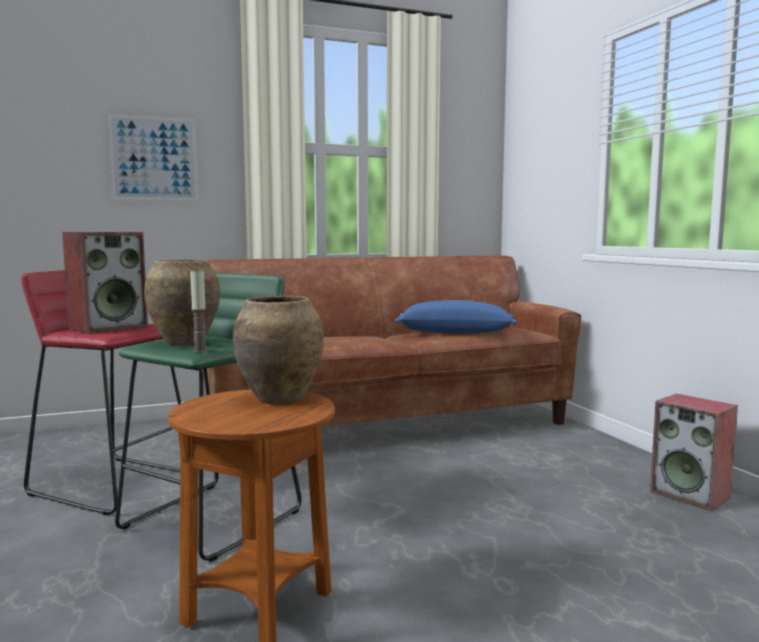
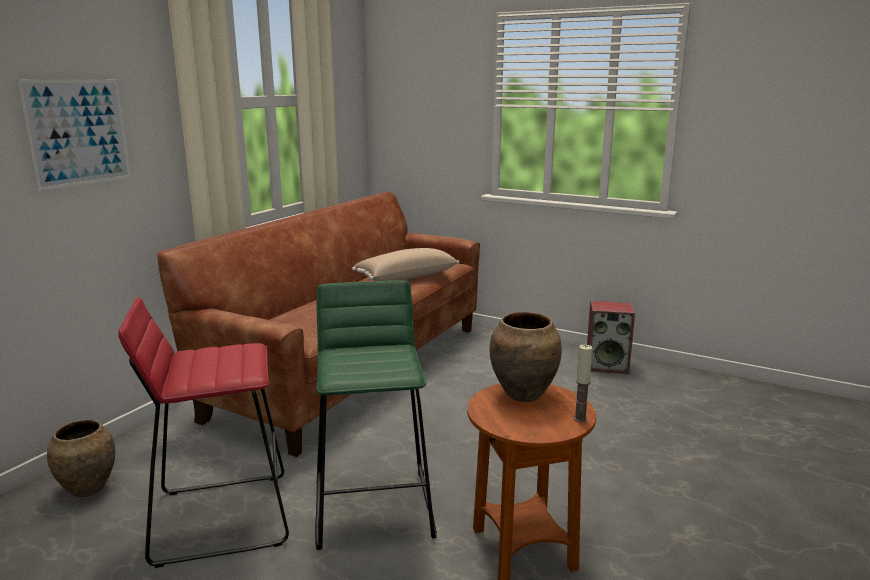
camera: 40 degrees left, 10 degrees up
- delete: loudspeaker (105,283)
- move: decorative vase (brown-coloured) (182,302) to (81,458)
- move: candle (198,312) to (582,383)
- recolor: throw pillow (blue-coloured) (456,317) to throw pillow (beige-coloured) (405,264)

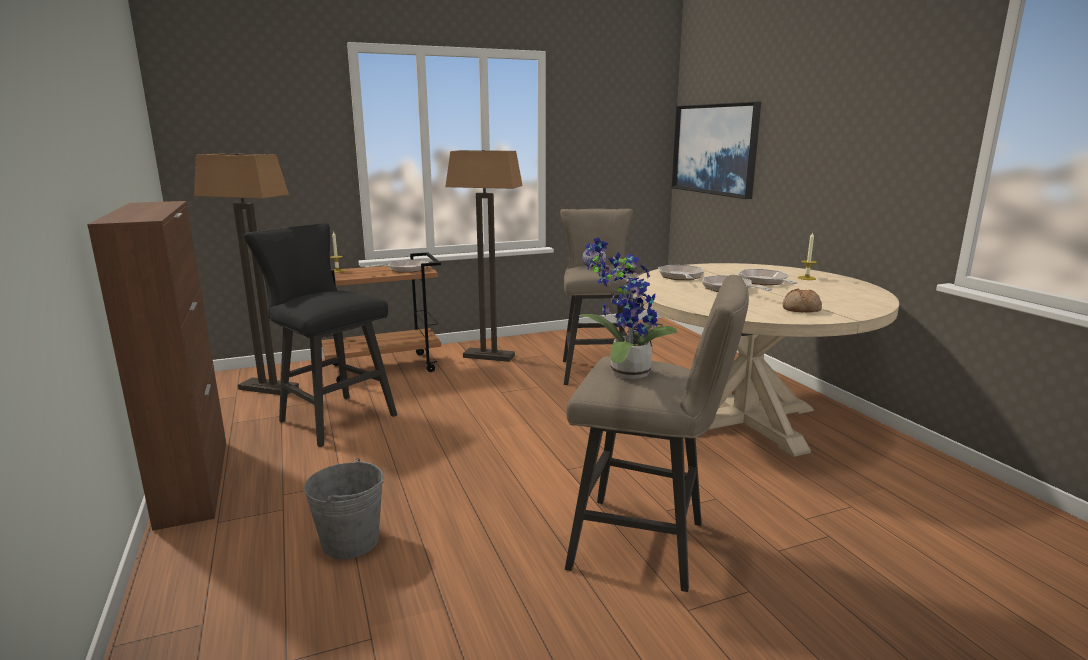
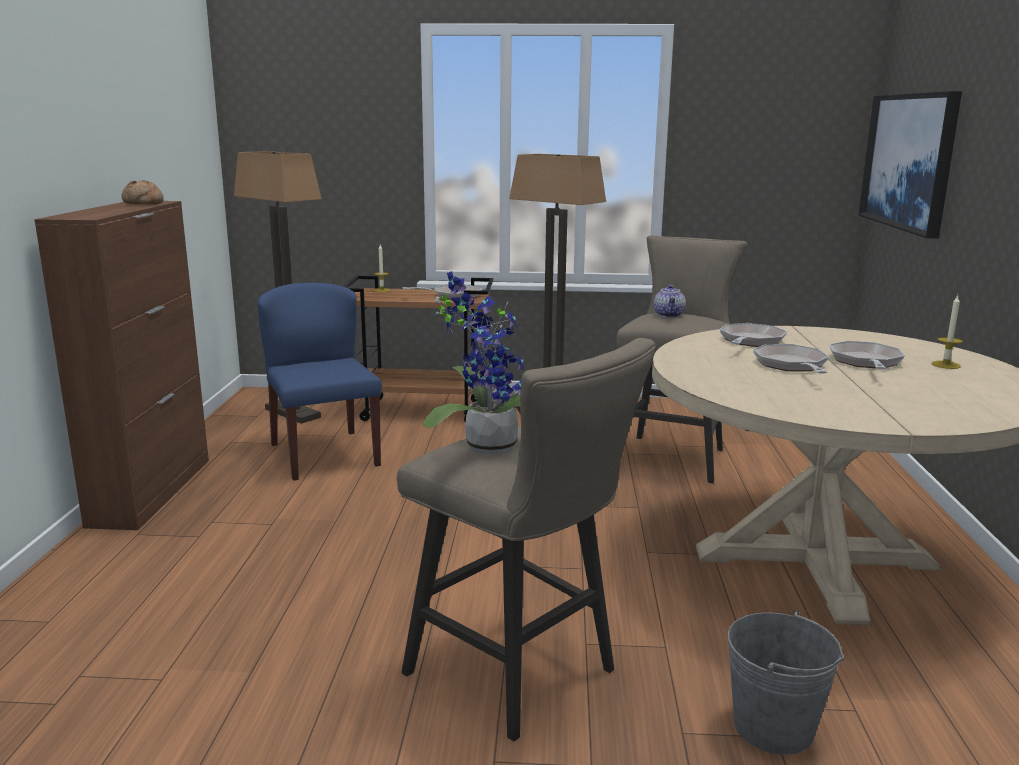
camera: 25 degrees right, 0 degrees up
- move: pail (grey) (344,508) to (786,682)
- move: bakery bread (802,300) to (142,192)
- replace: stool (black) (320,335) to chair (blue-coloured) (320,382)

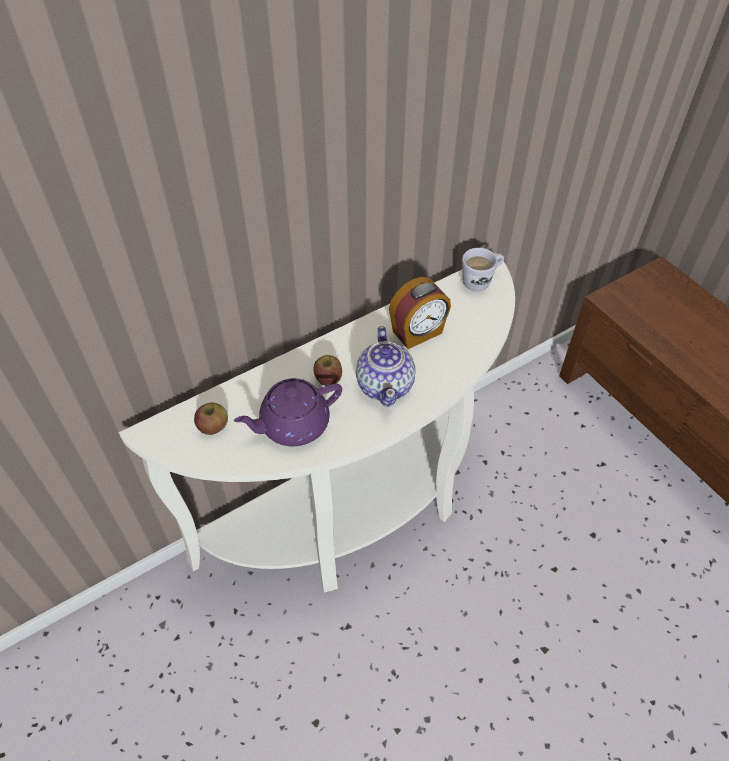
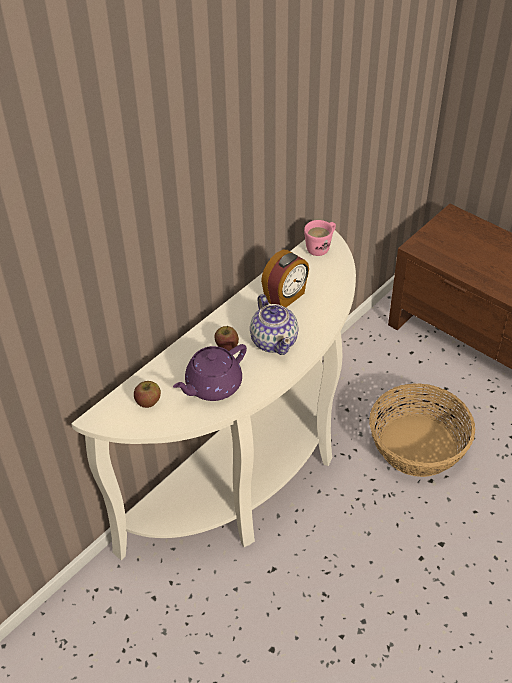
camera: 15 degrees left, 5 degrees down
- insert: basket (422,430)
- recolor: coffee mug (white-coloured) (483,269) to coffee mug (pink-coloured) (320,238)

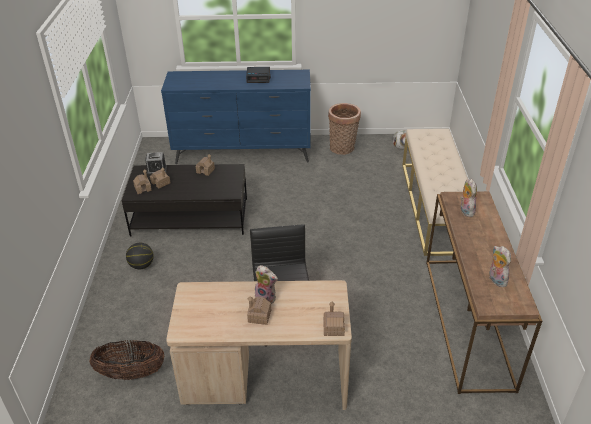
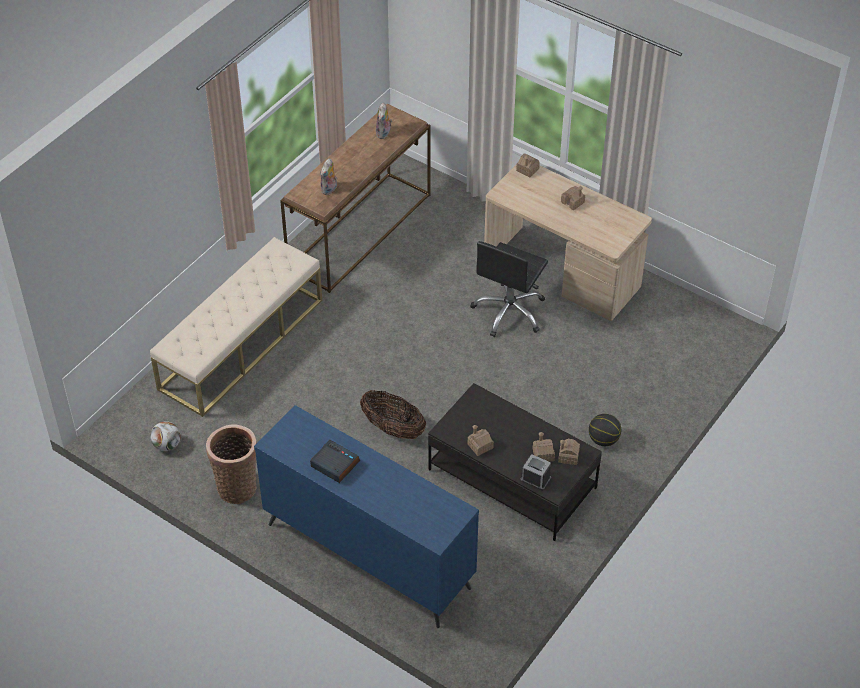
camera: 145 degrees left, 10 degrees up
- delete: soft toy (266,284)
- move: basket (126,360) to (393,414)

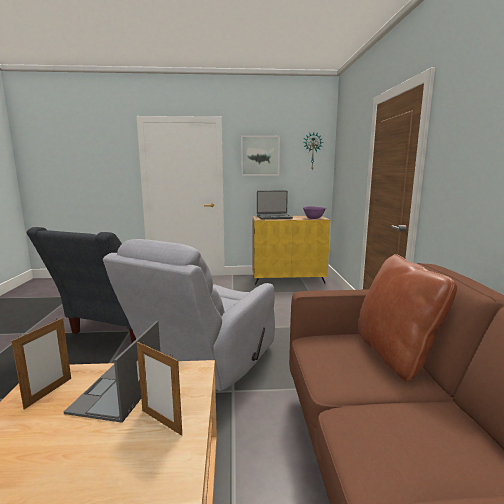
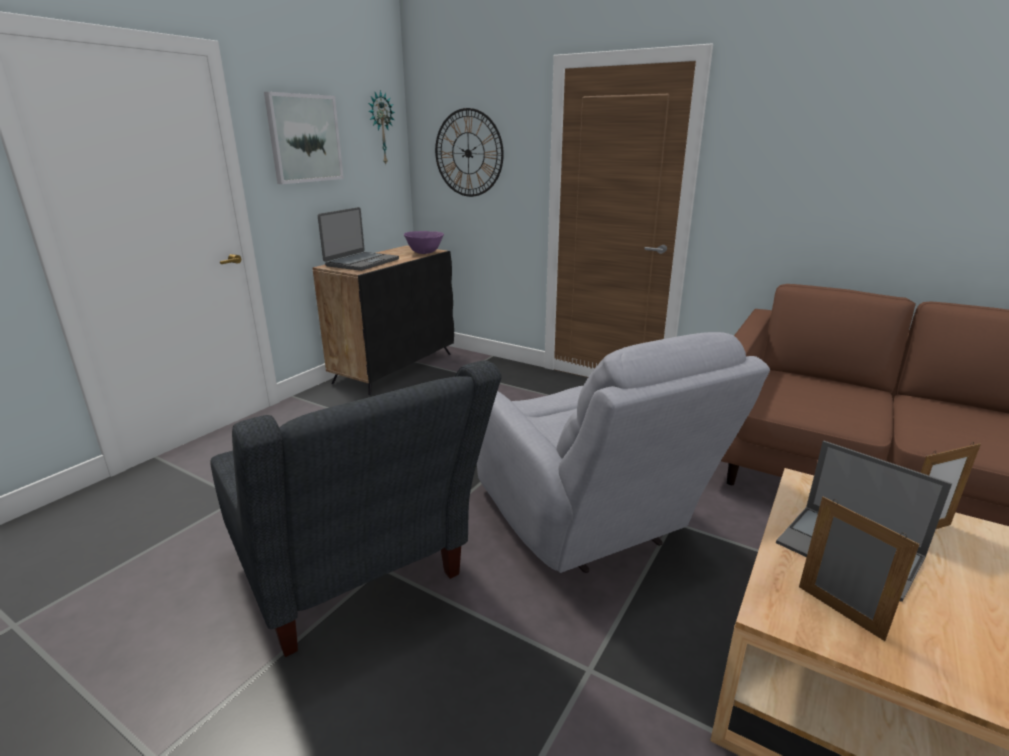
camera: 55 degrees left, 10 degrees up
- delete: throw pillow (brown-coloured) (407,317)
- insert: wall clock (469,152)
- recolor: cabinet (yellowish) (291,250) to cabinet (black) (383,320)

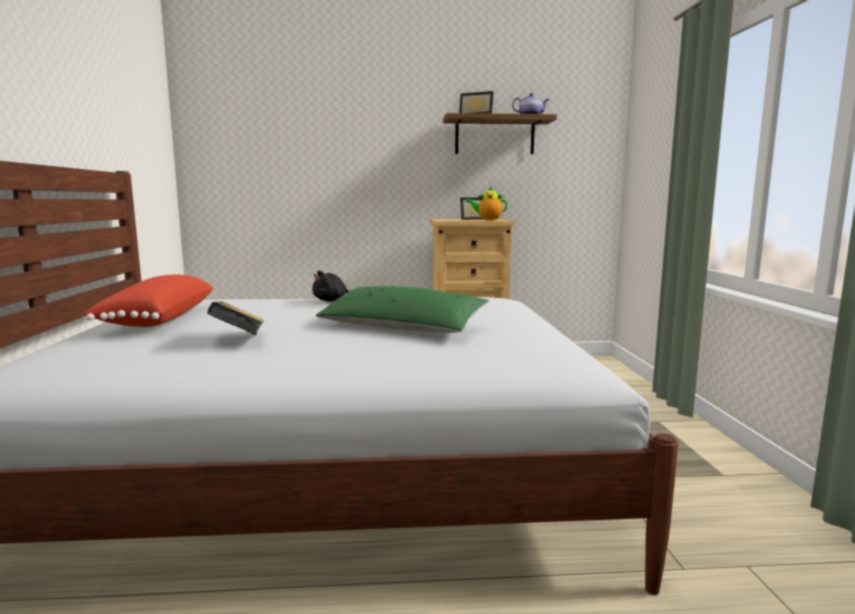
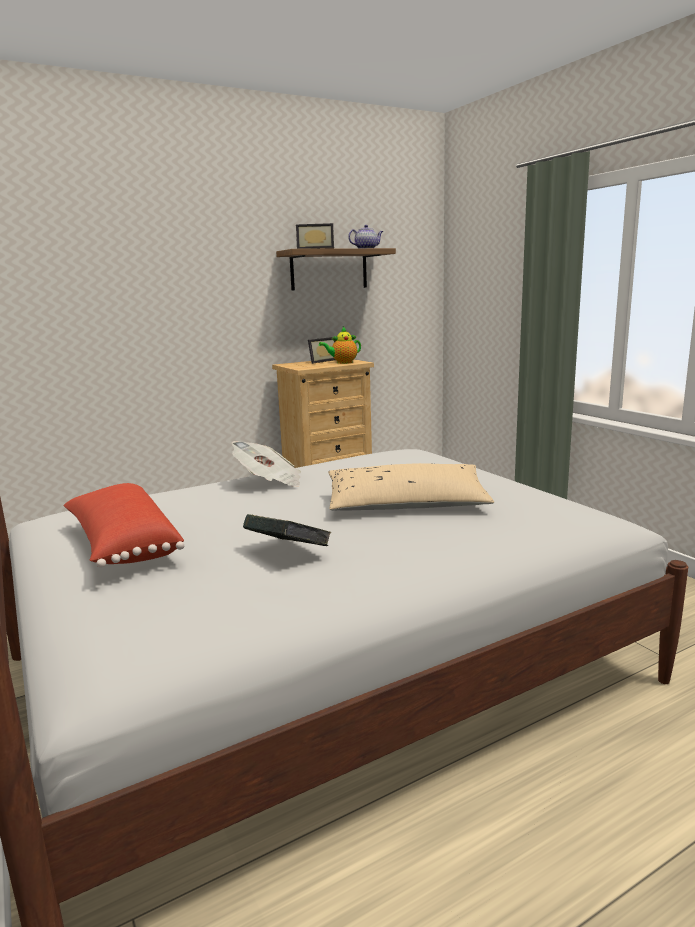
camera: 25 degrees left, 5 degrees up
- replace: soft toy (black) (331,286) to daily paper (266,464)
- recolor: throw pillow (green-coloured) (402,309) to throw pillow (beige-coloured) (411,487)

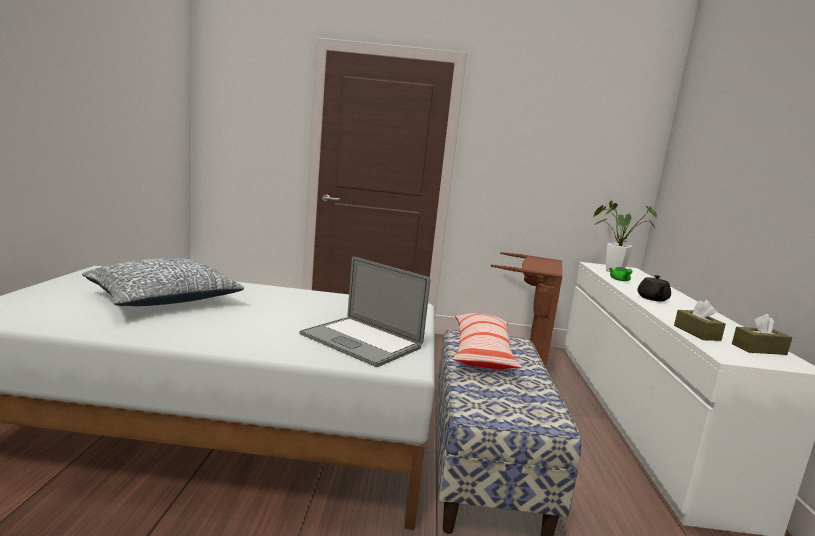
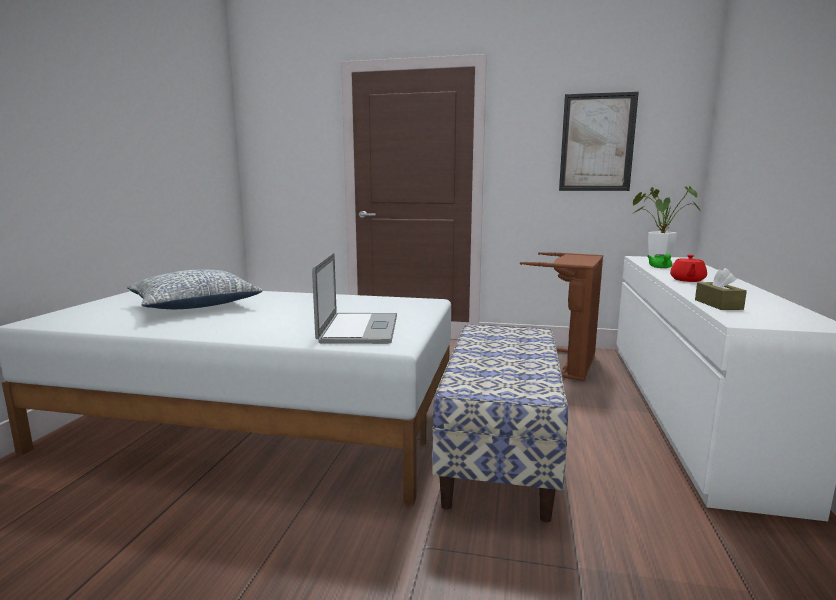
camera: 10 degrees right, 0 degrees up
- delete: throw pillow (487,341)
- delete: tissue box (brown-coloured) (762,334)
- insert: picture (599,141)
- recolor: teapot (black) (654,288) to teapot (red) (688,268)
- rotate: portable computer (364,311) = (354,298) 135 degrees counterclockwise

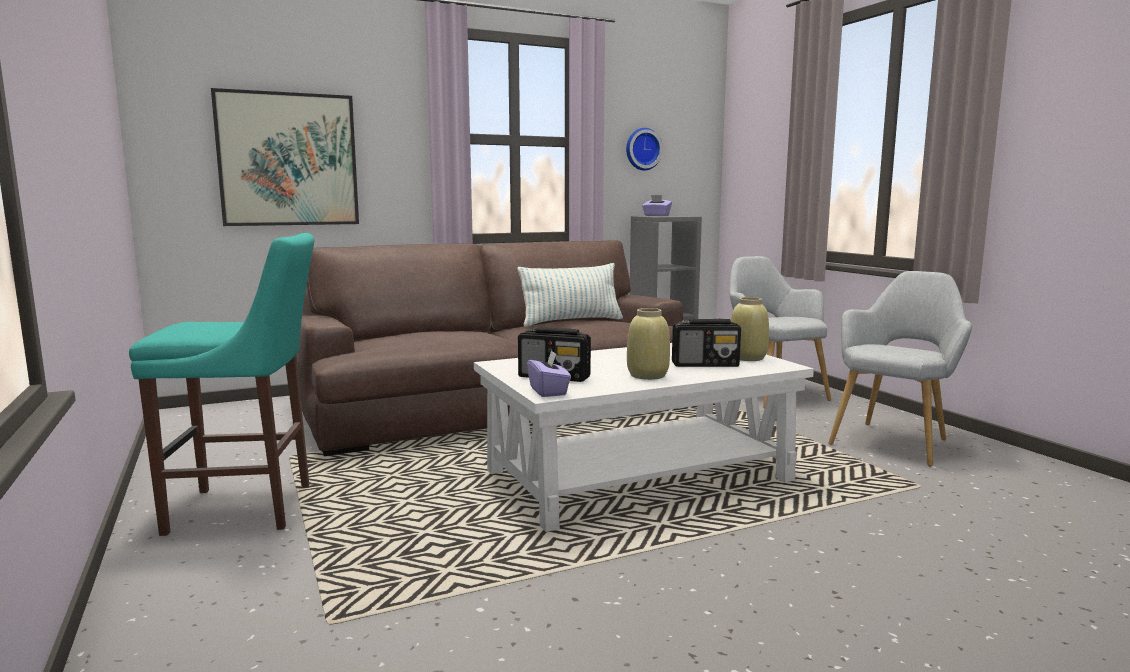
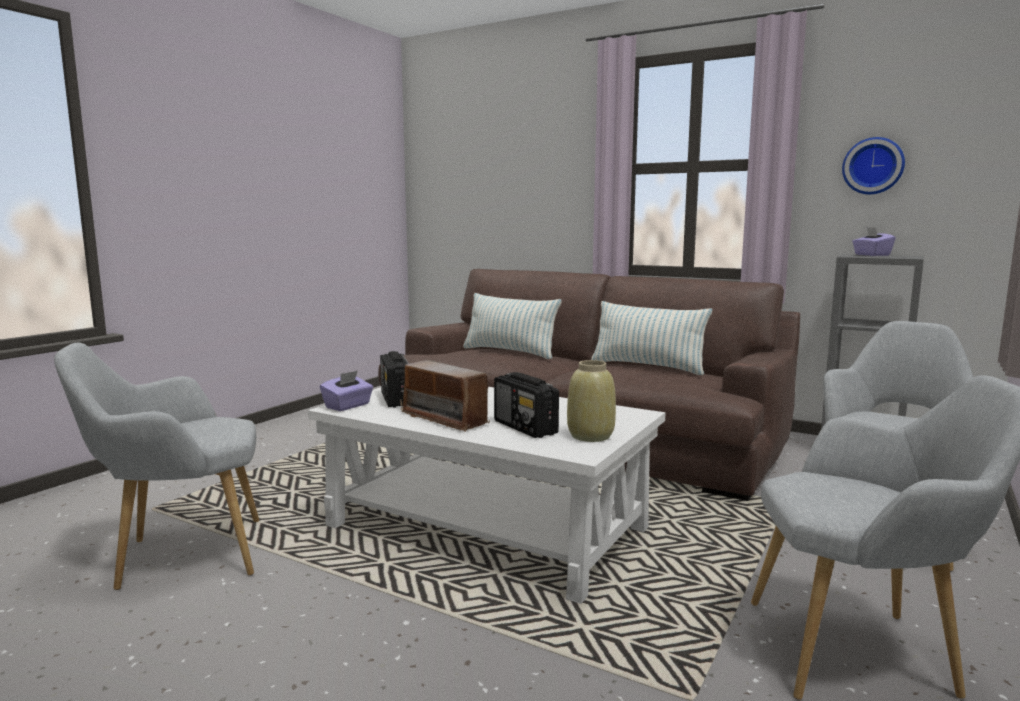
camera: 55 degrees right, 0 degrees up
- delete: stool (turquoise) (221,384)
- delete: picture (285,157)
- insert: easy chair (grey) (156,466)
- insert: throw pillow (512,326)
- replace: decorative vase (beige-coloured) (648,344) to radio (446,396)

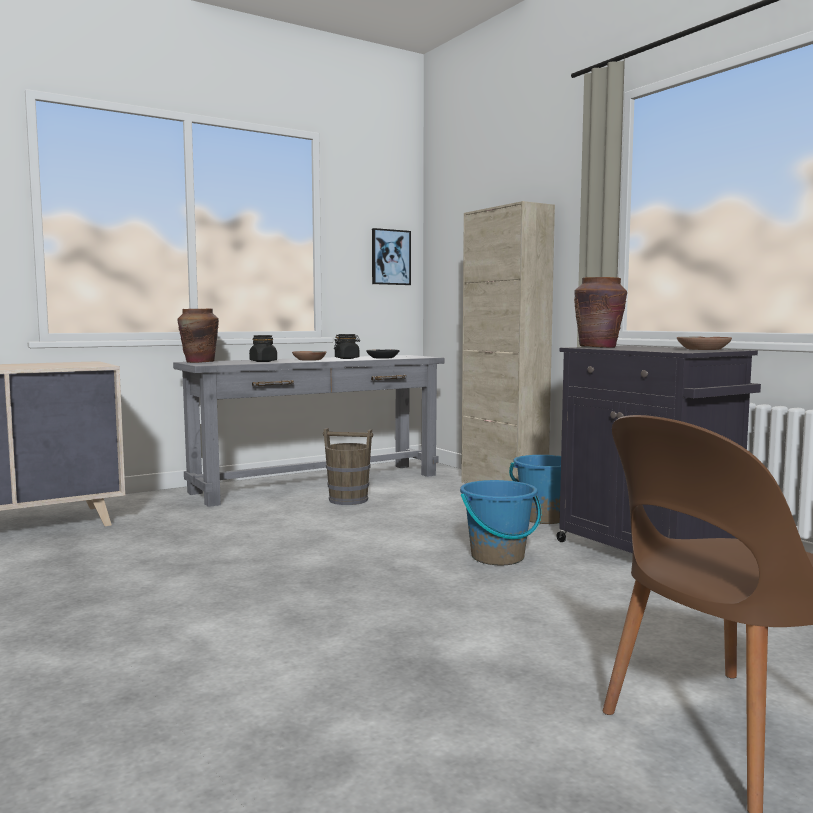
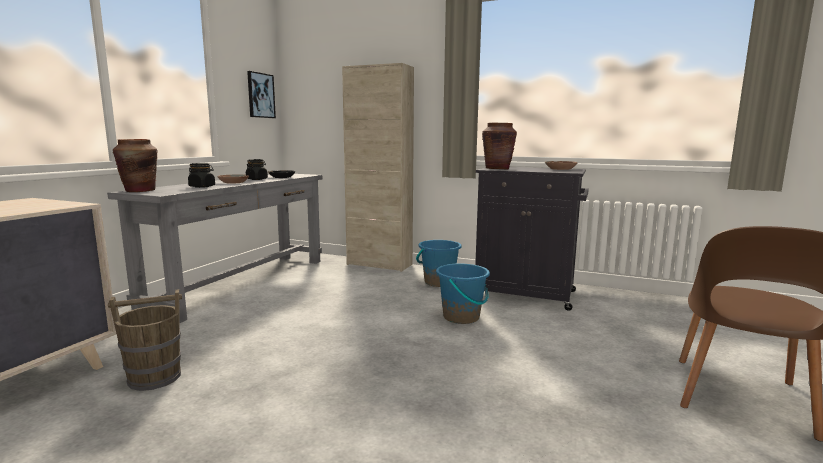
camera: 35 degrees left, 5 degrees up
- move: pail (brown-coloured) (348,466) to (145,340)

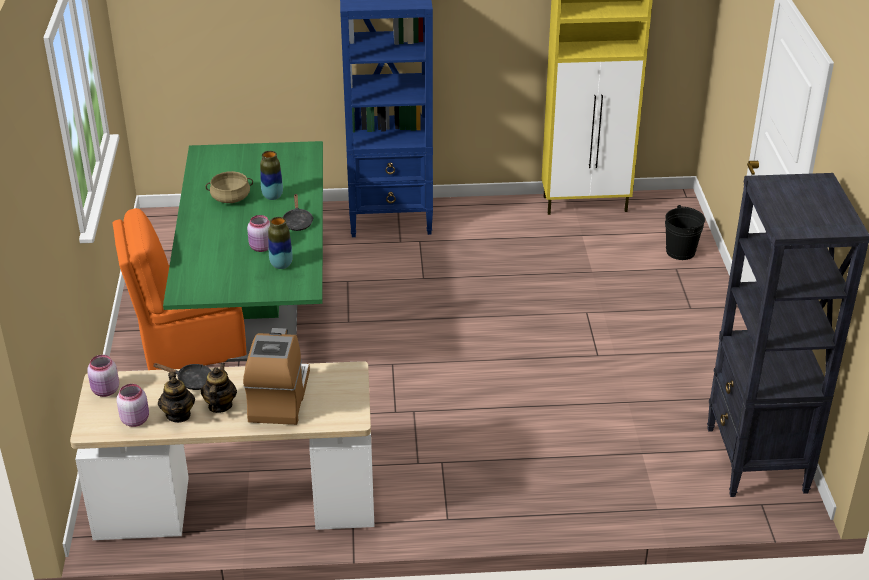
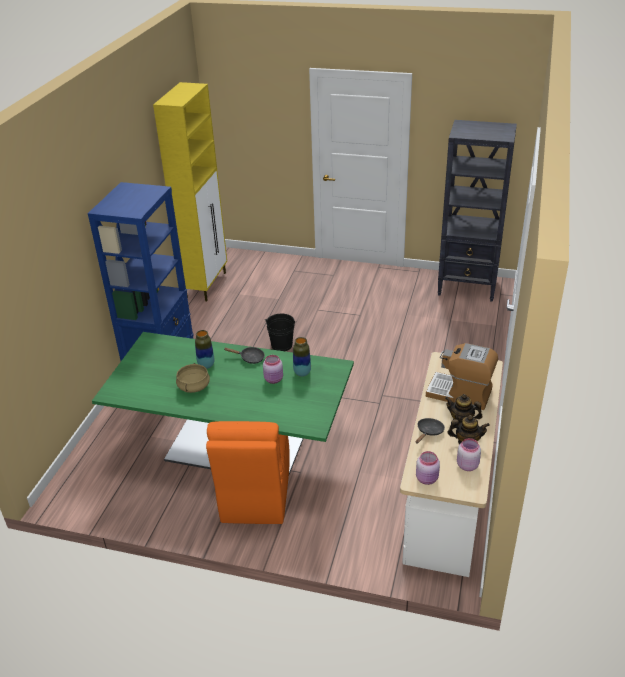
camera: 70 degrees left, 0 degrees up
- move: pail (black) (685,232) to (281,332)

